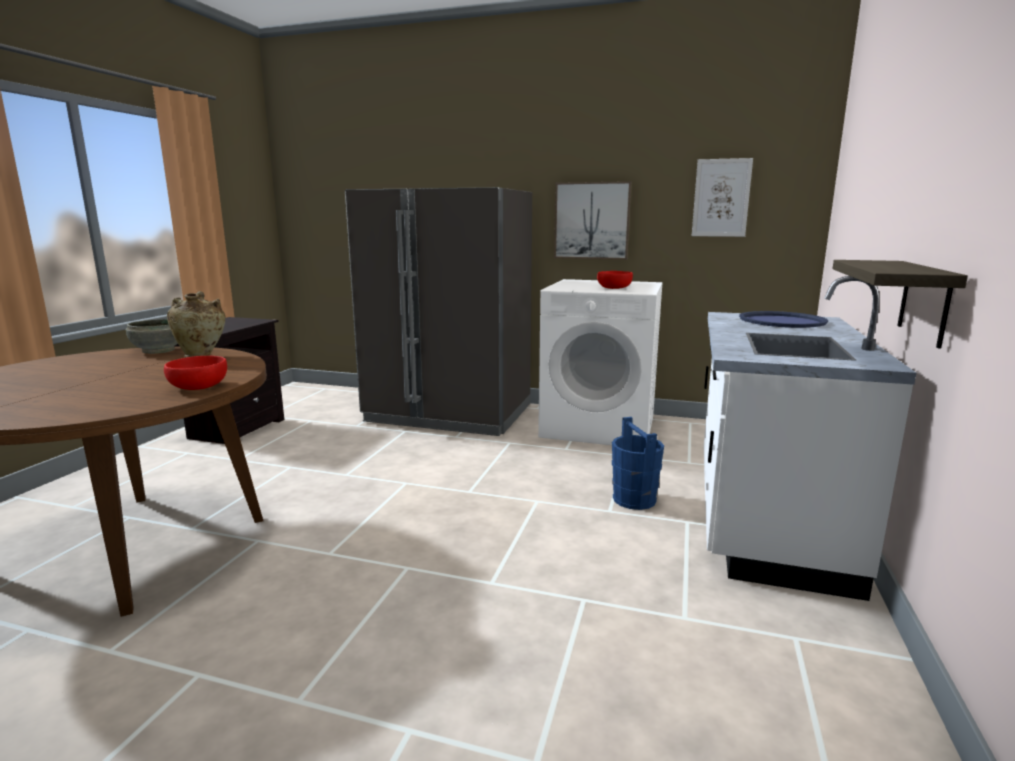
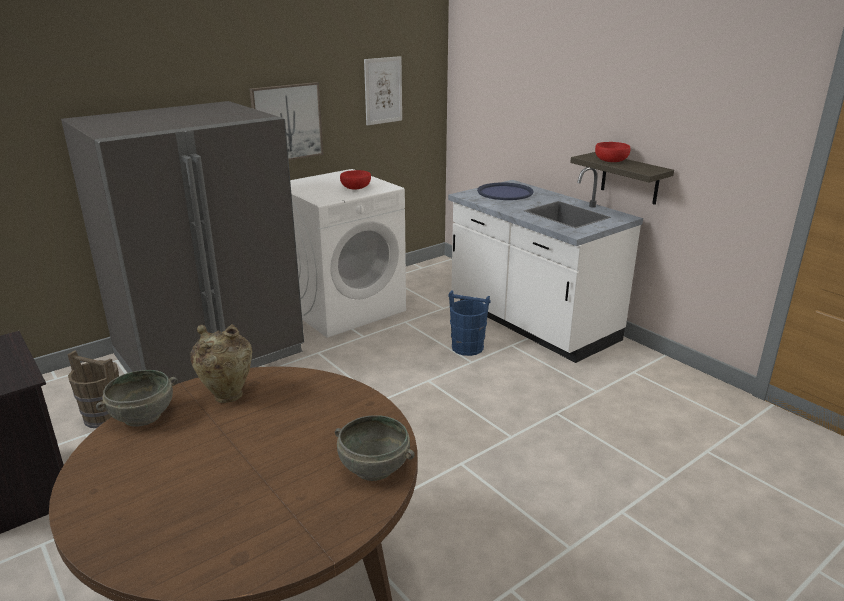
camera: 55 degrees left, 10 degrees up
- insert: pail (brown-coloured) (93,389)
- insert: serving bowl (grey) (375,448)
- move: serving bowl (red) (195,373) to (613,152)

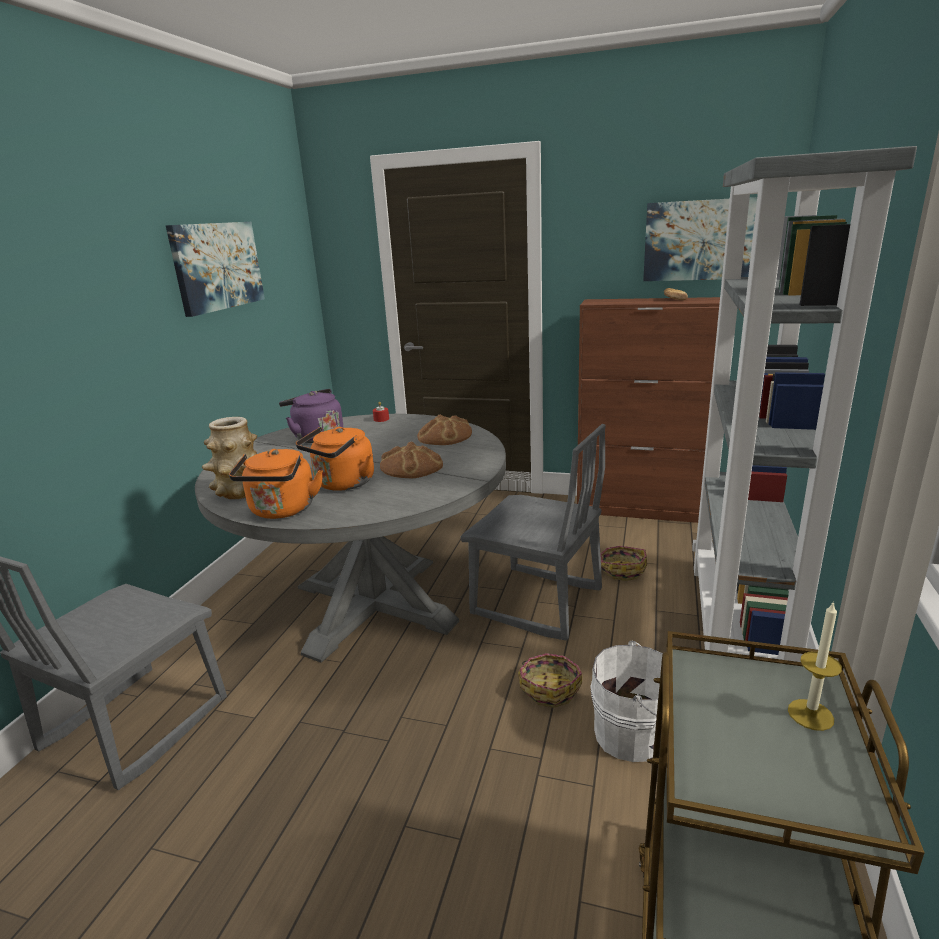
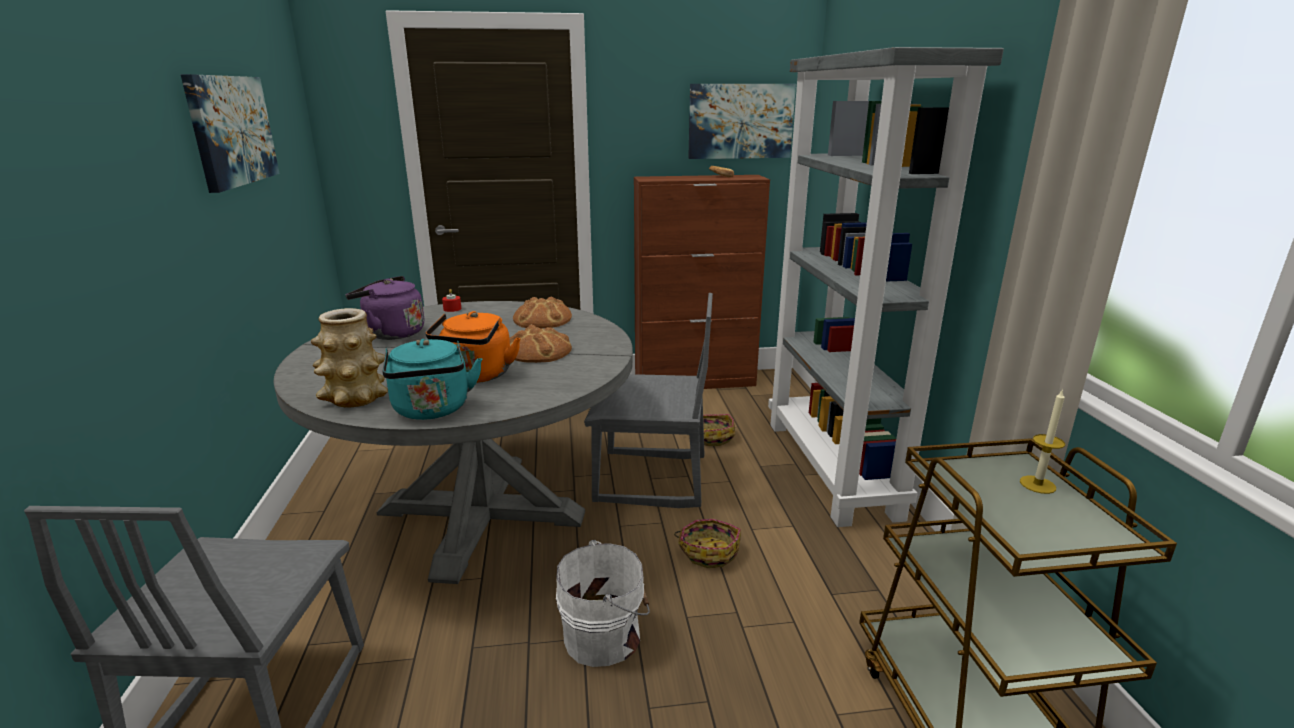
camera: 25 degrees left, 0 degrees up
- move: pail (white-coloured) (626,701) to (603,603)
- recolor: water kettle (orangey) (276,484) to water kettle (turquoise) (432,379)

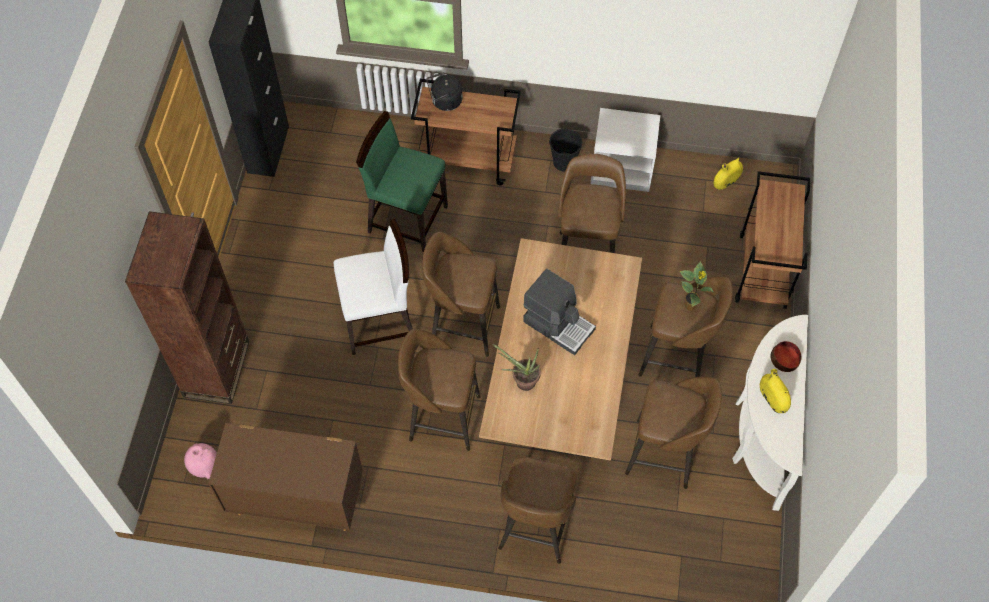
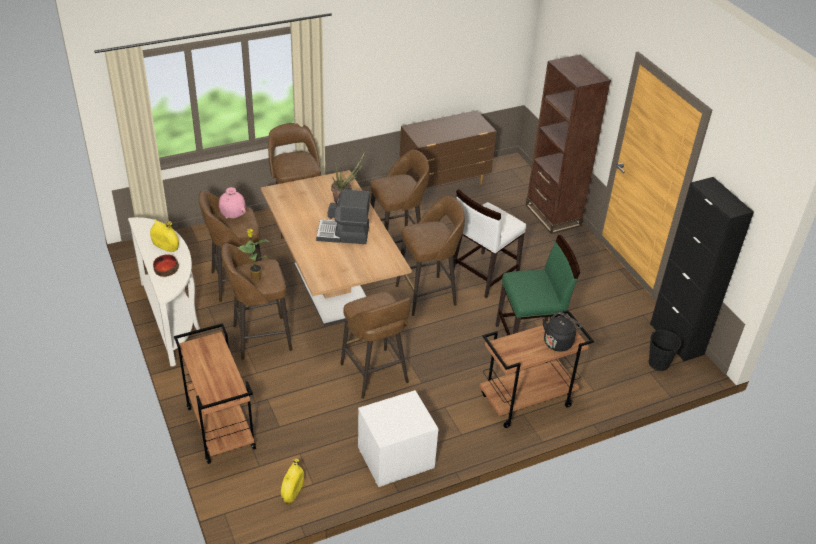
camera: 145 degrees right, 20 degrees down
- move: decorative vase (pink-coloured) (200,461) to (232,202)
- move: pail (black) (565,150) to (665,350)

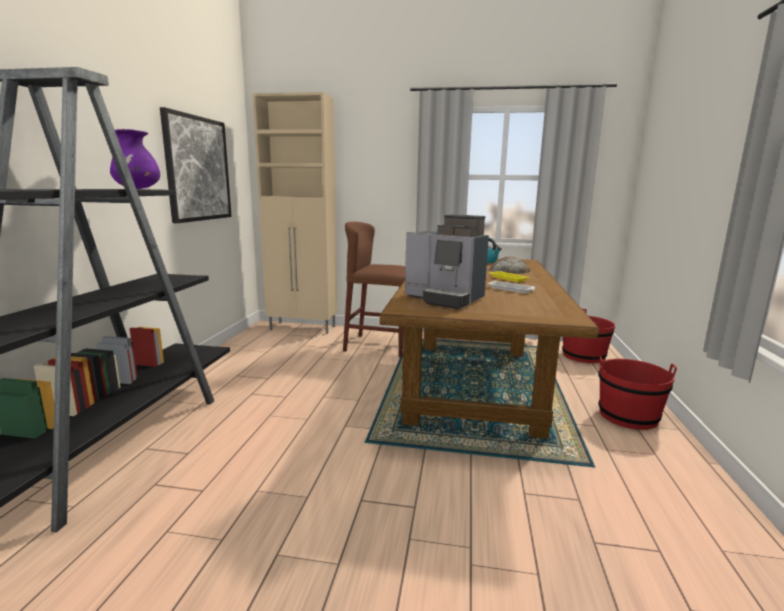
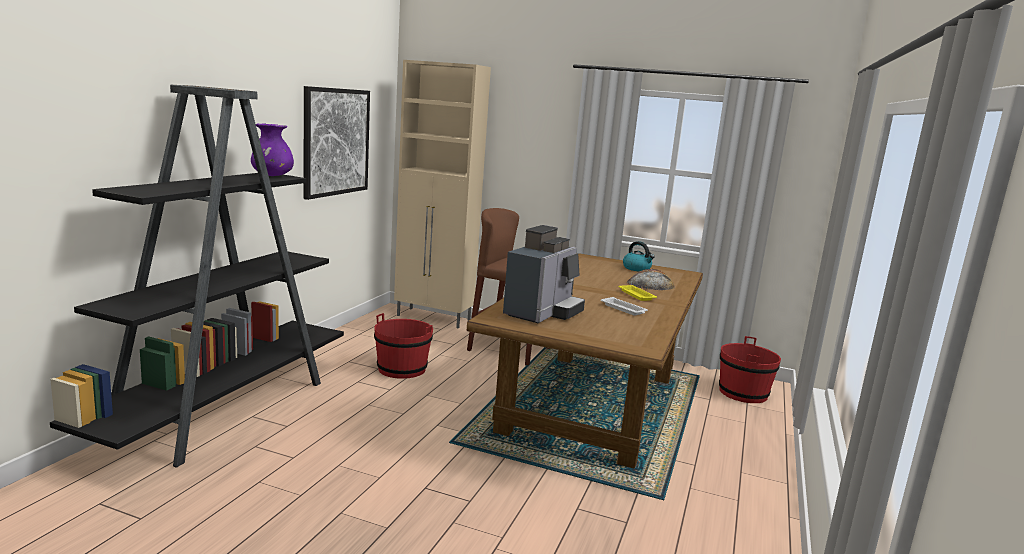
camera: 10 degrees right, 0 degrees up
- move: pail (red) (638,393) to (403,346)
- rotate: coffee brewer (447,261) = (544,274) 105 degrees counterclockwise

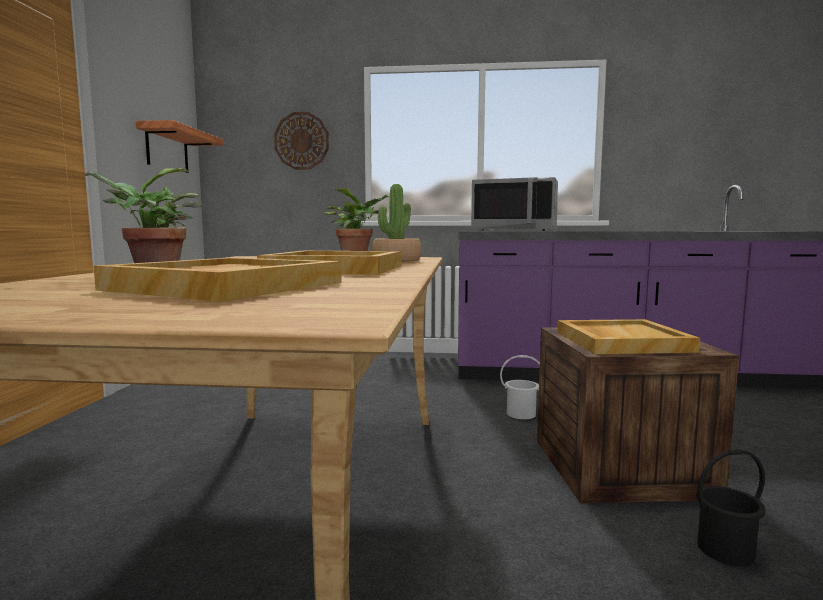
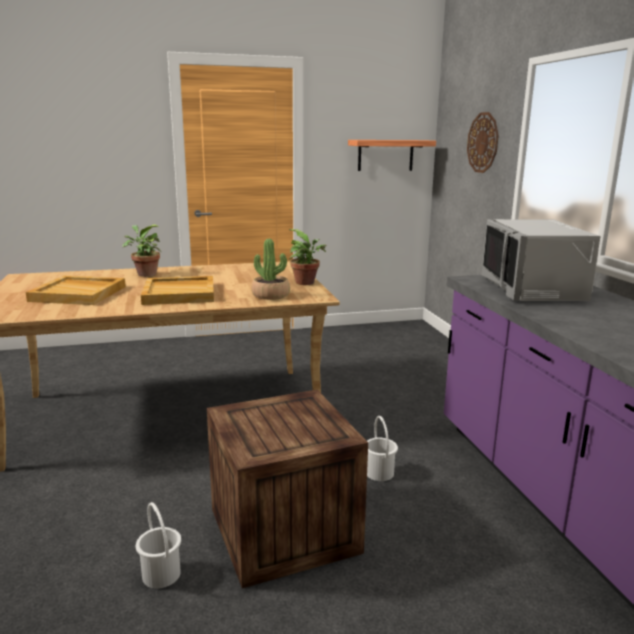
camera: 70 degrees right, 10 degrees up
- delete: carrying tray (beige-coloured) (628,336)
- recolor: pail (black) (731,507) to pail (white-coloured) (158,545)

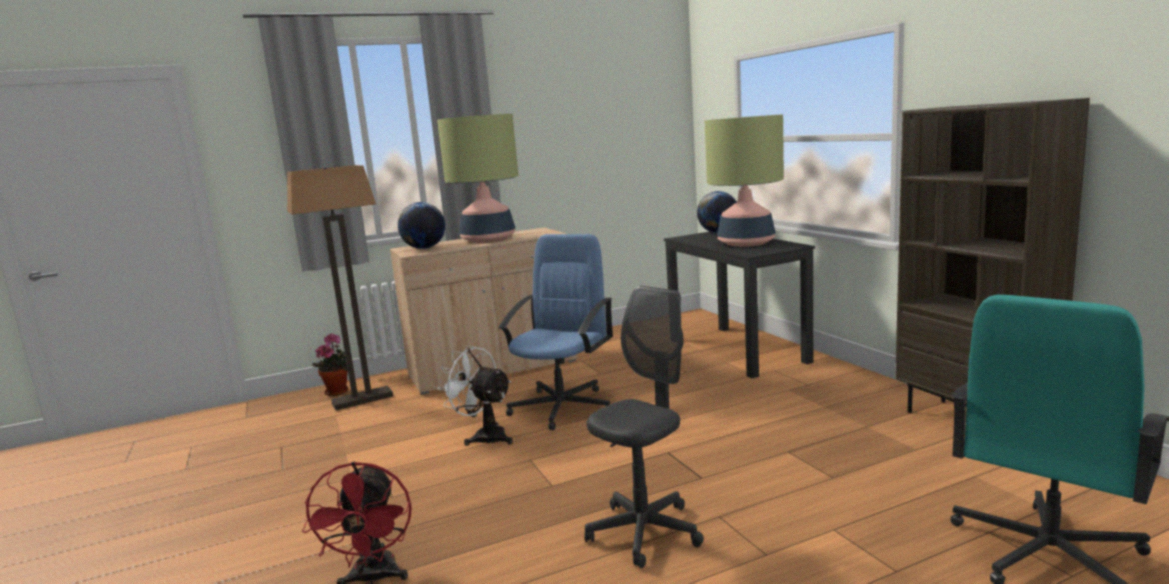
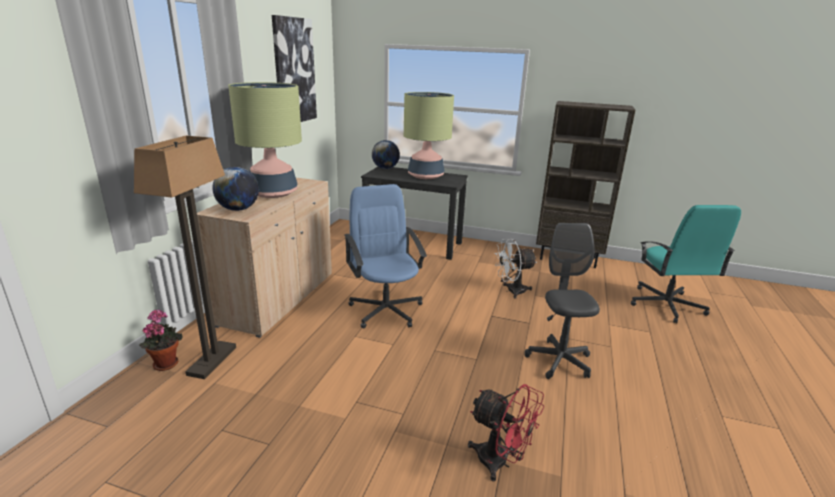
camera: 50 degrees left, 10 degrees up
- insert: picture (294,68)
- move: cooling fan (white-coloured) (475,396) to (516,269)

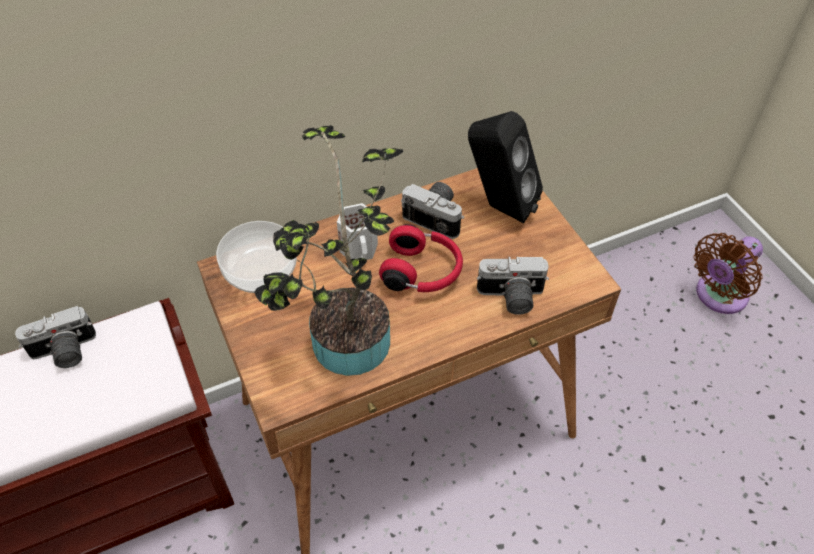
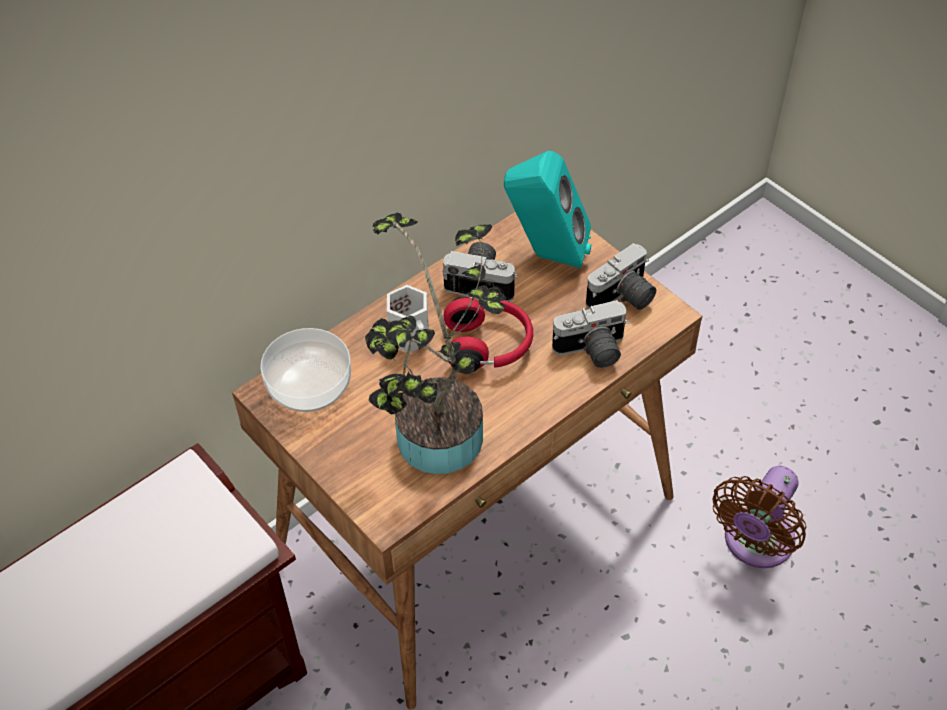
camera: 15 degrees left, 0 degrees up
- move: photo camera (55,337) to (621,276)
- move: cooling fan (brown-coloured) (728,273) to (759,517)
- recolor: loudspeaker (black) (505,167) to loudspeaker (turquoise) (547,209)

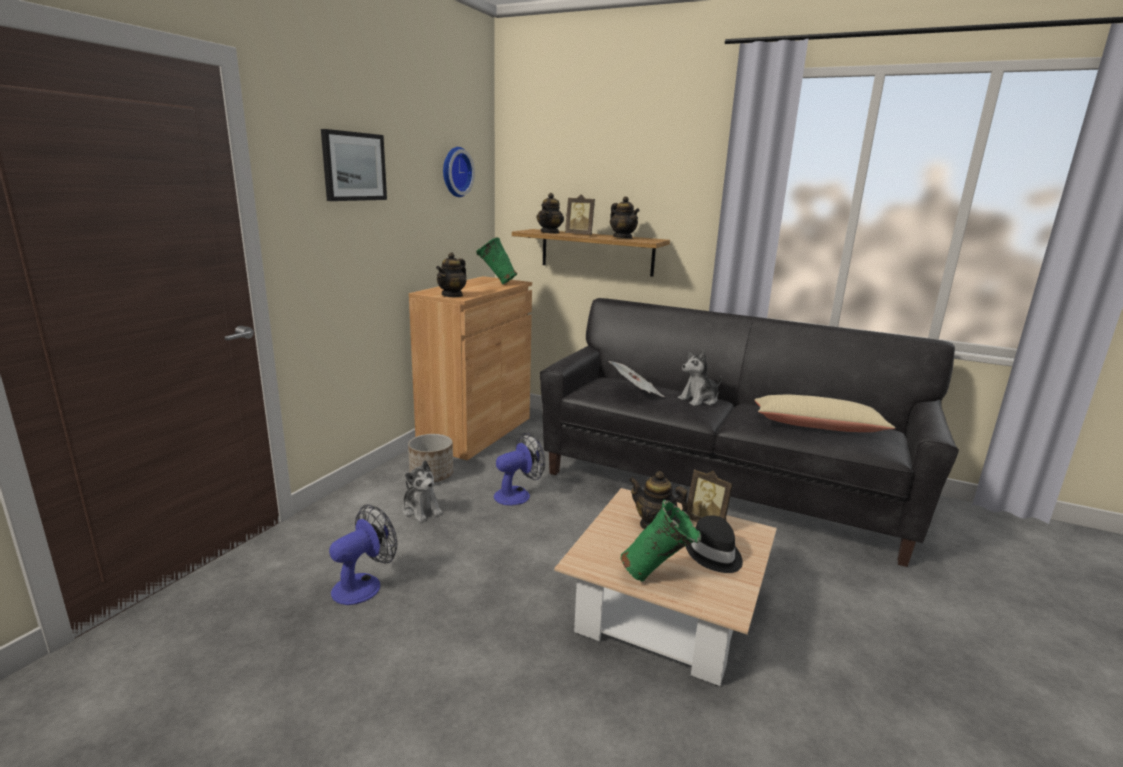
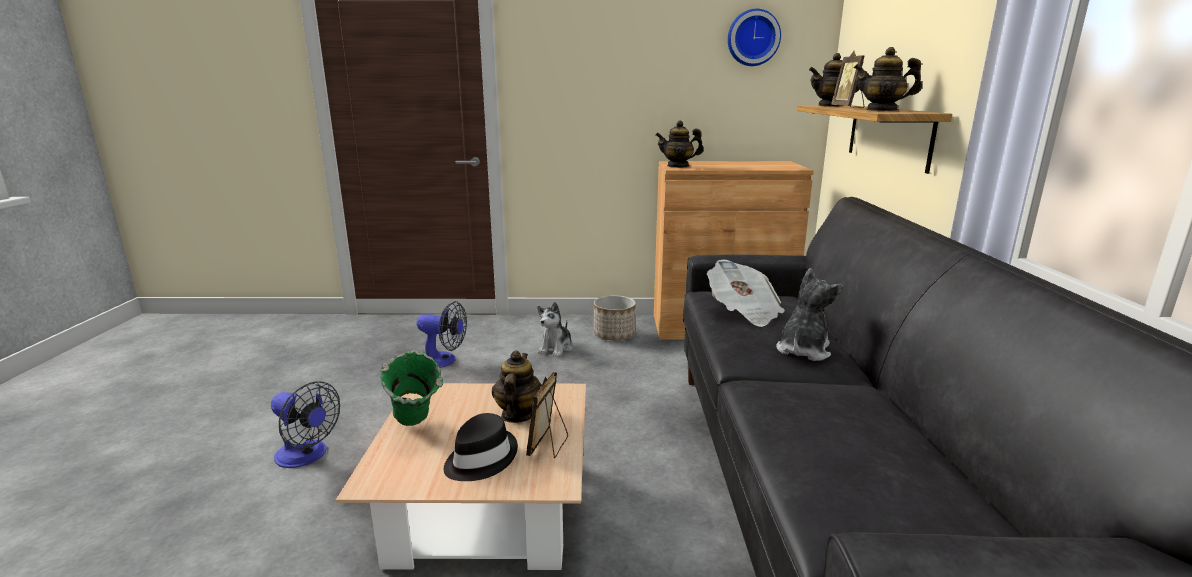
camera: 65 degrees right, 0 degrees up
- delete: picture (354,165)
- delete: decorative vase (green-coloured) (496,260)
- delete: throw pillow (beige-coloured) (824,413)
- move: cooling fan (519,469) to (305,424)
- rotate: teapot (625,217) = (888,79) 75 degrees clockwise
- rotate: soft toy (700,378) = (809,314) 90 degrees clockwise

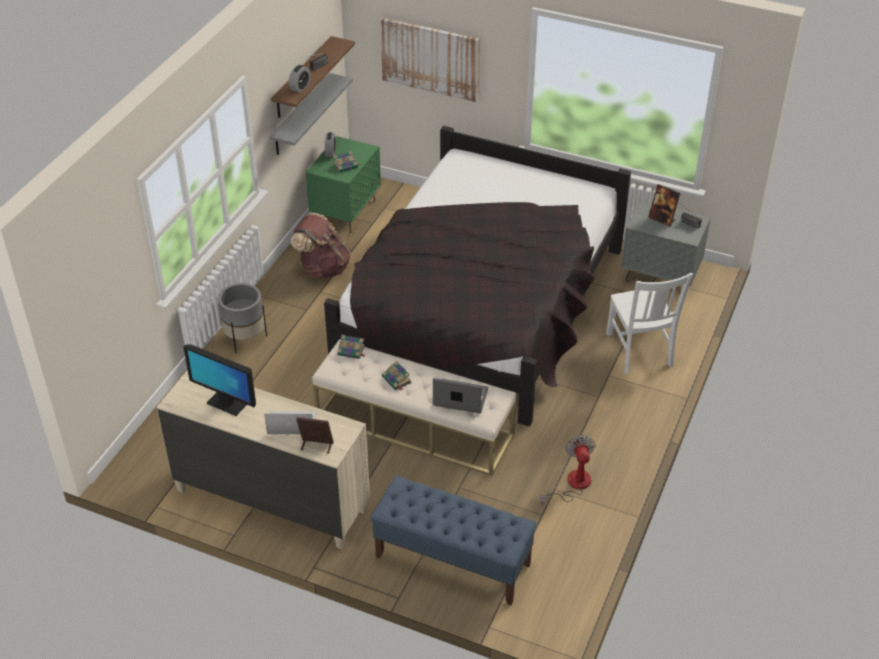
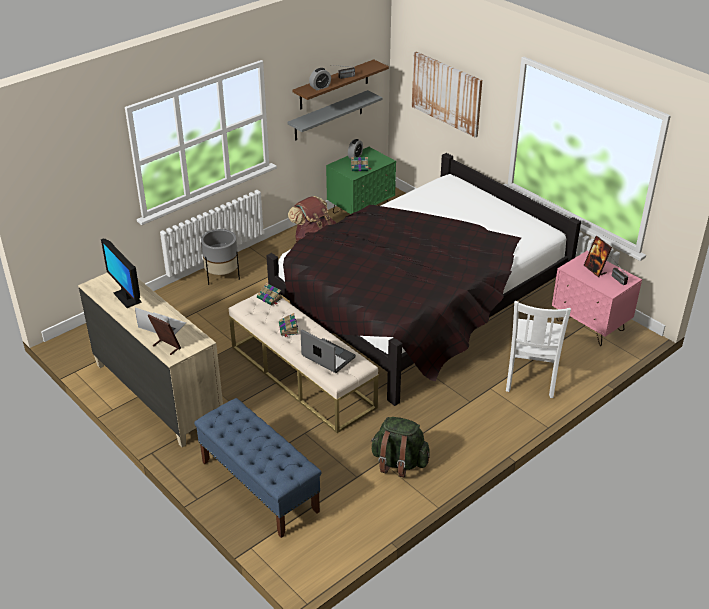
camera: 25 degrees right, 5 degrees down
- replace: cooling fan (568,470) to backpack (green-coloured) (400,447)
- recolor: night table (grey) (666,246) to night table (pink-coloured) (597,298)

